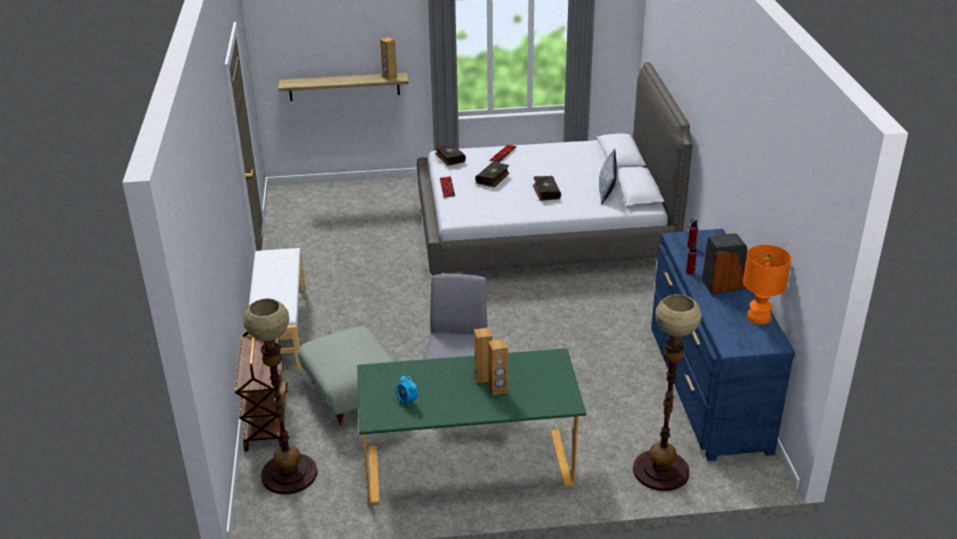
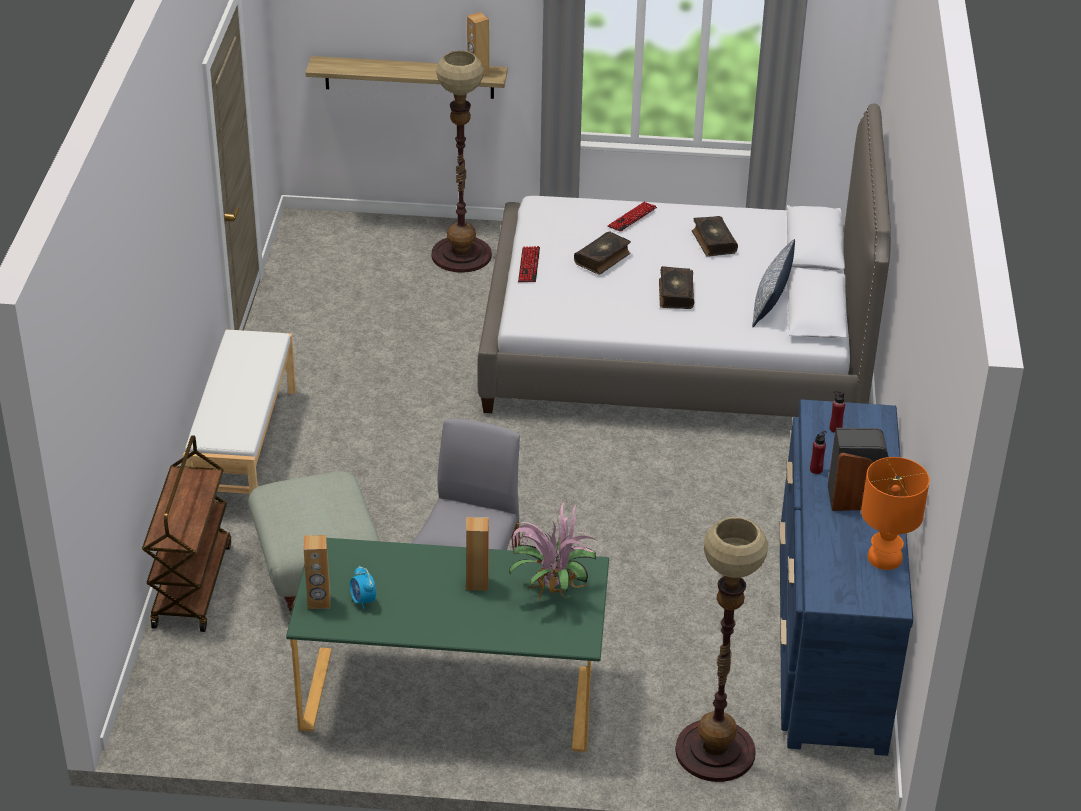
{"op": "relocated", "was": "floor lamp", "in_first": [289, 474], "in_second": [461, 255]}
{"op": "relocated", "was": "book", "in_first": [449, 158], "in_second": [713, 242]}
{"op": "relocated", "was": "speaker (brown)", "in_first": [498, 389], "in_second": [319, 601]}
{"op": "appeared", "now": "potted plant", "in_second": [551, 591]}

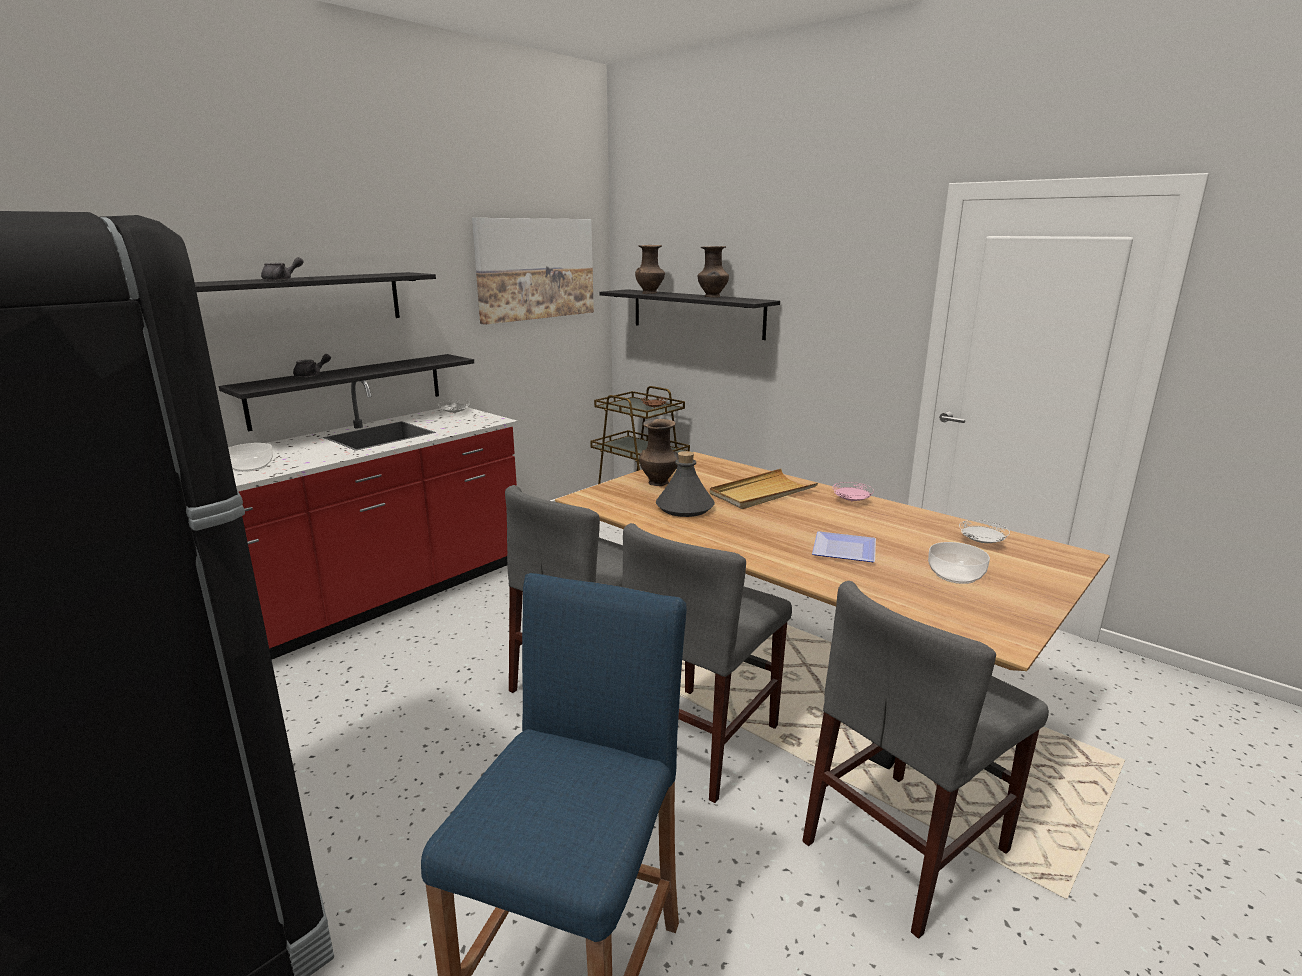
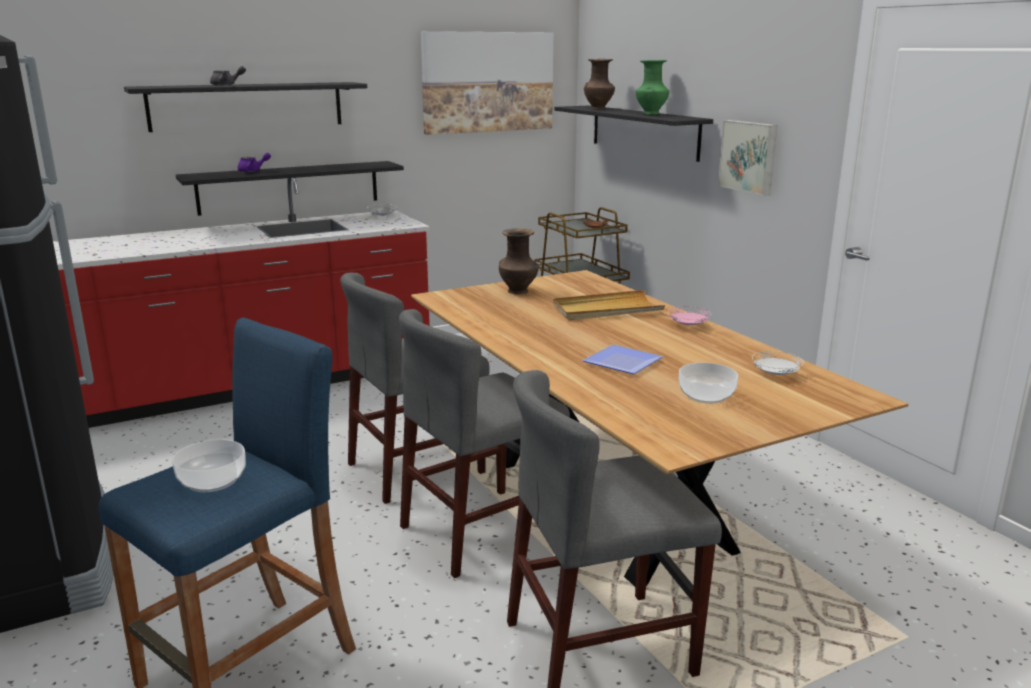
{"op": "relocated", "was": "bowl", "in_first": [250, 467], "in_second": [211, 480]}
{"op": "colour", "was": "teapot (grey)", "now": "teapot (purple)", "in_first": [312, 375], "in_second": [253, 171]}
{"op": "missing", "was": "bottle (grey)", "in_first": [684, 508]}
{"op": "colour", "was": "vase (brown)", "now": "vase (green)", "in_first": [712, 297], "in_second": [651, 114]}
{"op": "appeared", "now": "picture", "in_second": [749, 156]}

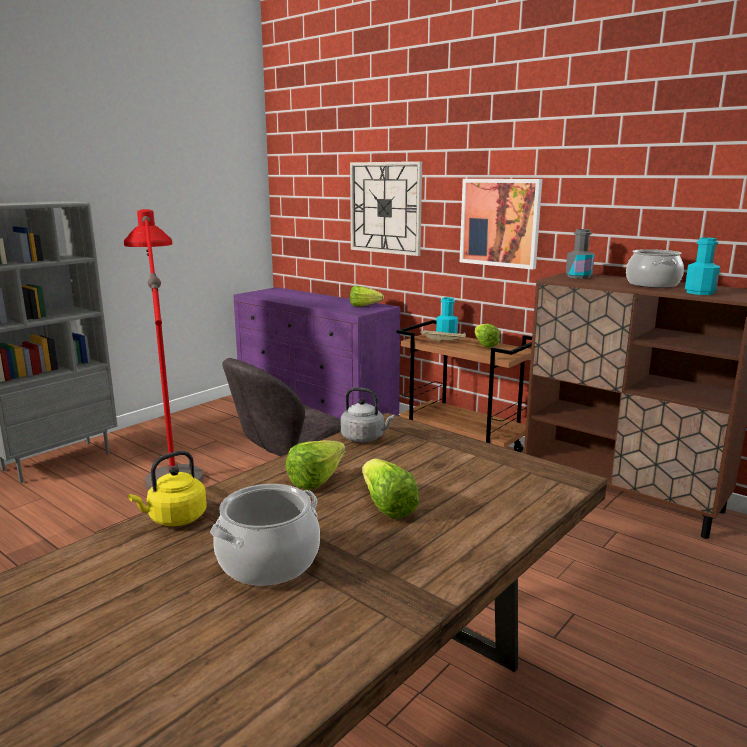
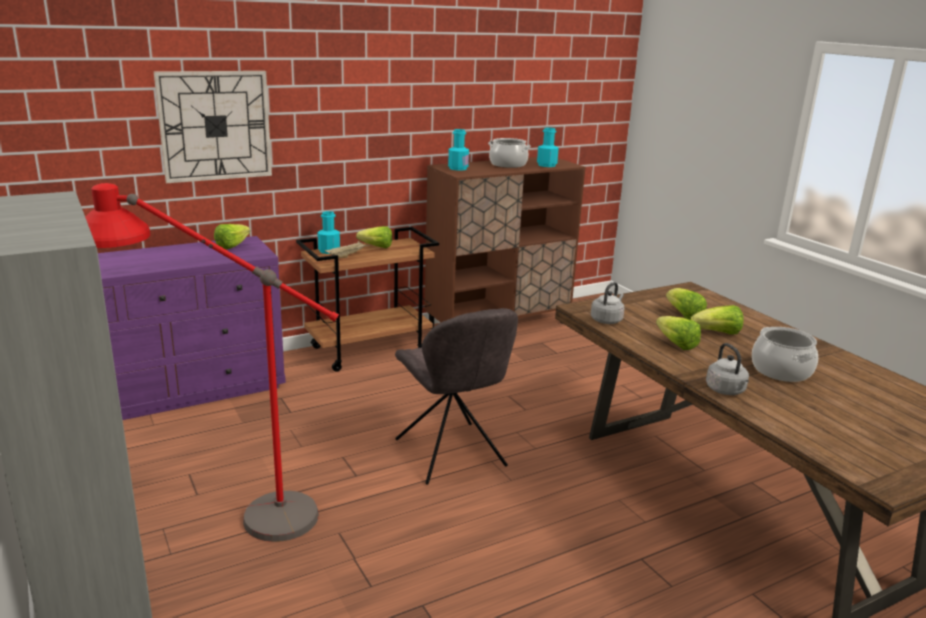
{"op": "colour", "was": "kettle (yellow)", "now": "kettle (grey)", "in_first": [175, 519], "in_second": [726, 391]}
{"op": "missing", "was": "picture", "in_first": [500, 222]}
{"op": "colour", "was": "bottle (grey)", "now": "bottle (turquoise)", "in_first": [578, 277], "in_second": [458, 168]}
{"op": "appeared", "now": "lettuce", "in_second": [683, 315]}

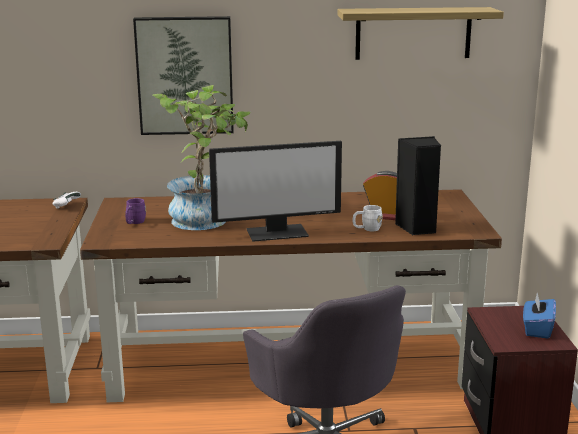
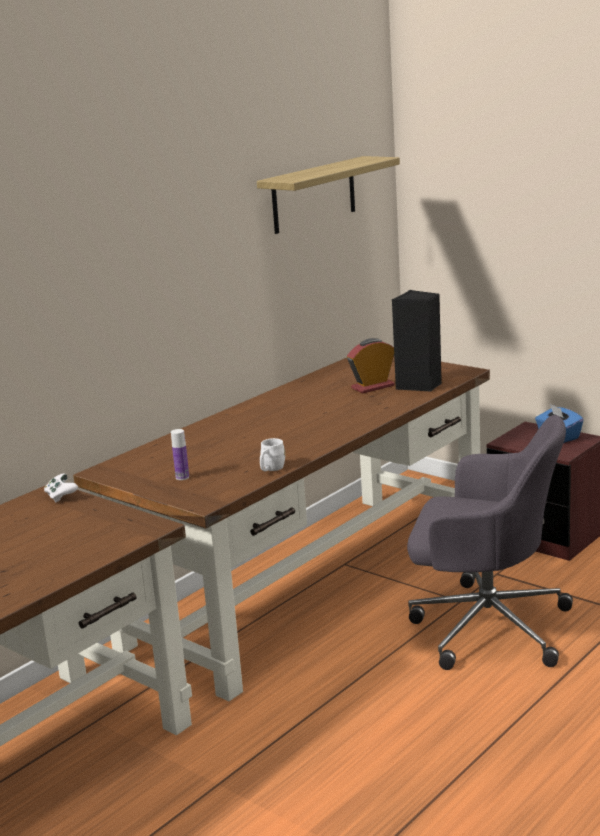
{"op": "exchanged", "was": "mug (purple)", "now": "bottle", "in_first": [134, 223], "in_second": [182, 477]}
{"op": "missing", "was": "picture", "in_first": [185, 75]}
{"op": "missing", "was": "potted plant", "in_first": [206, 218]}
{"op": "missing", "was": "monitor", "in_first": [277, 232]}
{"op": "relocated", "was": "mug (white)", "in_first": [367, 229], "in_second": [271, 469]}

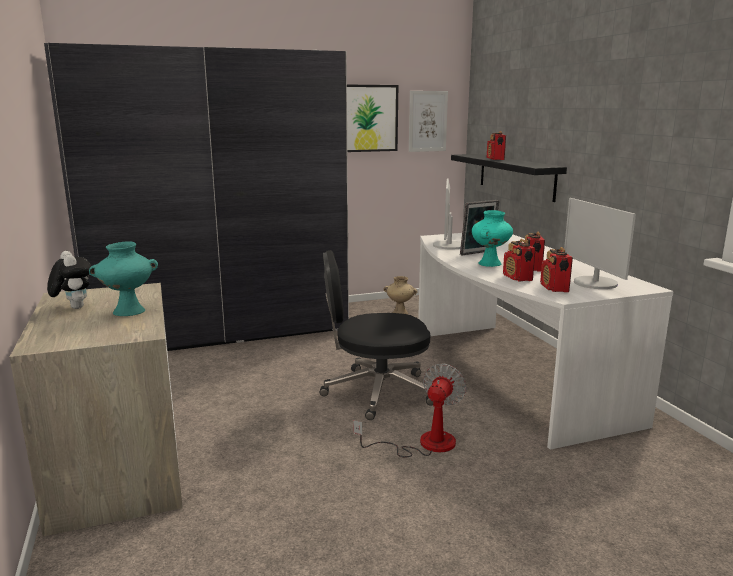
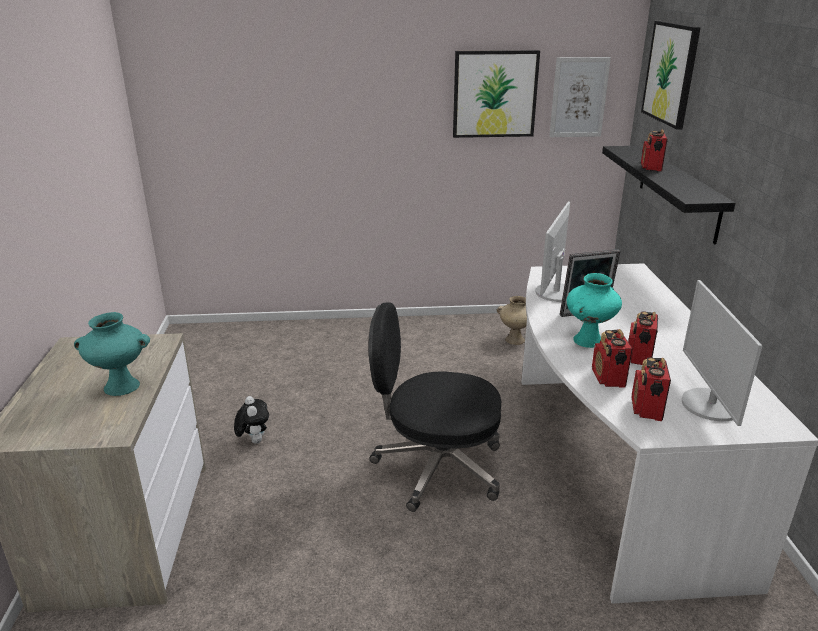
{"op": "missing", "was": "wardrobe (grey)", "in_first": [223, 331]}
{"op": "relocated", "was": "plush toy", "in_first": [73, 307], "in_second": [254, 440]}
{"op": "missing", "was": "fan", "in_first": [424, 444]}
{"op": "appeared", "now": "picture", "in_second": [671, 73]}

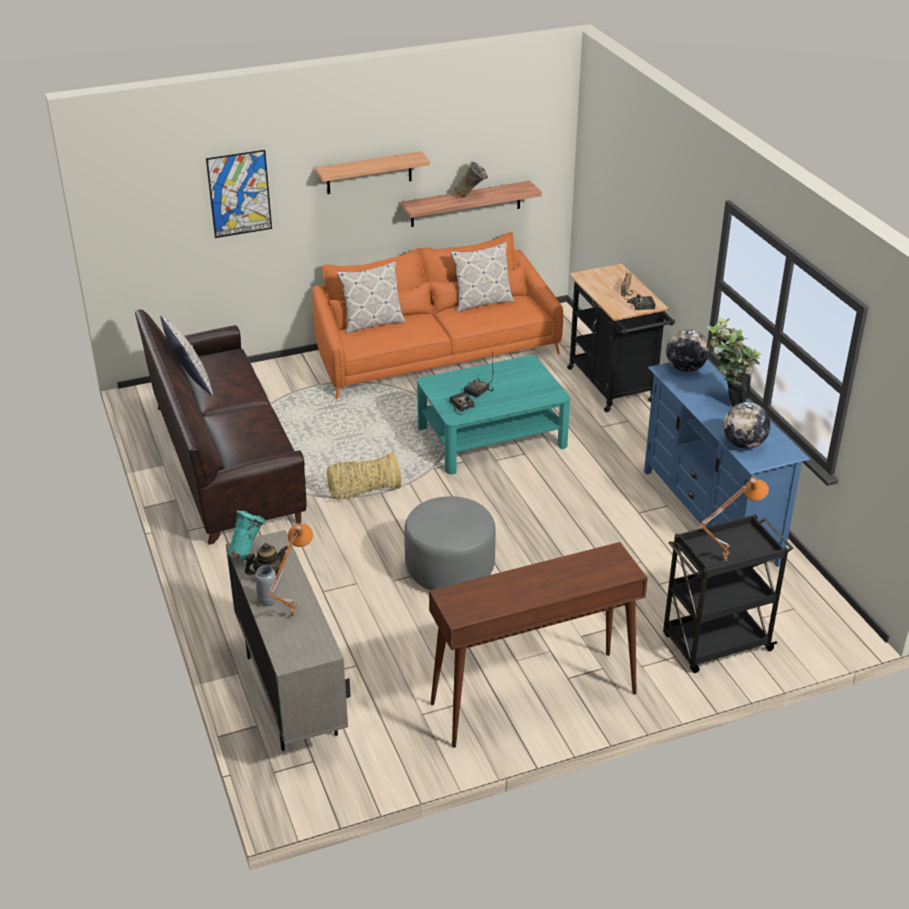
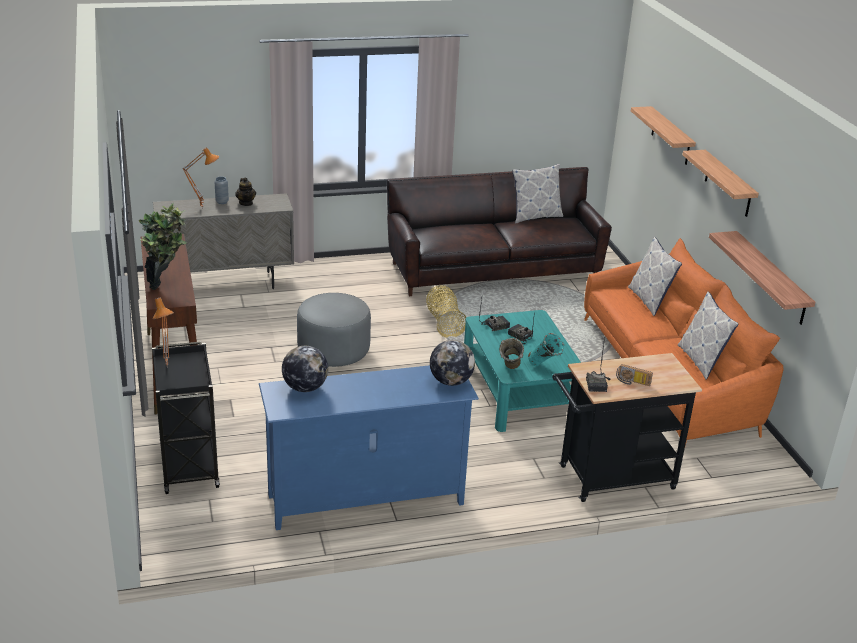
{"op": "exchanged", "was": "picture", "now": "shelf", "in_first": [239, 194], "in_second": [671, 136]}
{"op": "relocated", "was": "vase (turquoise)", "in_first": [248, 552], "in_second": [544, 368]}
{"op": "relocated", "was": "vase (beige)", "in_first": [471, 197], "in_second": [510, 372]}
{"op": "relocated", "was": "potted plant", "in_first": [725, 402], "in_second": [165, 282]}

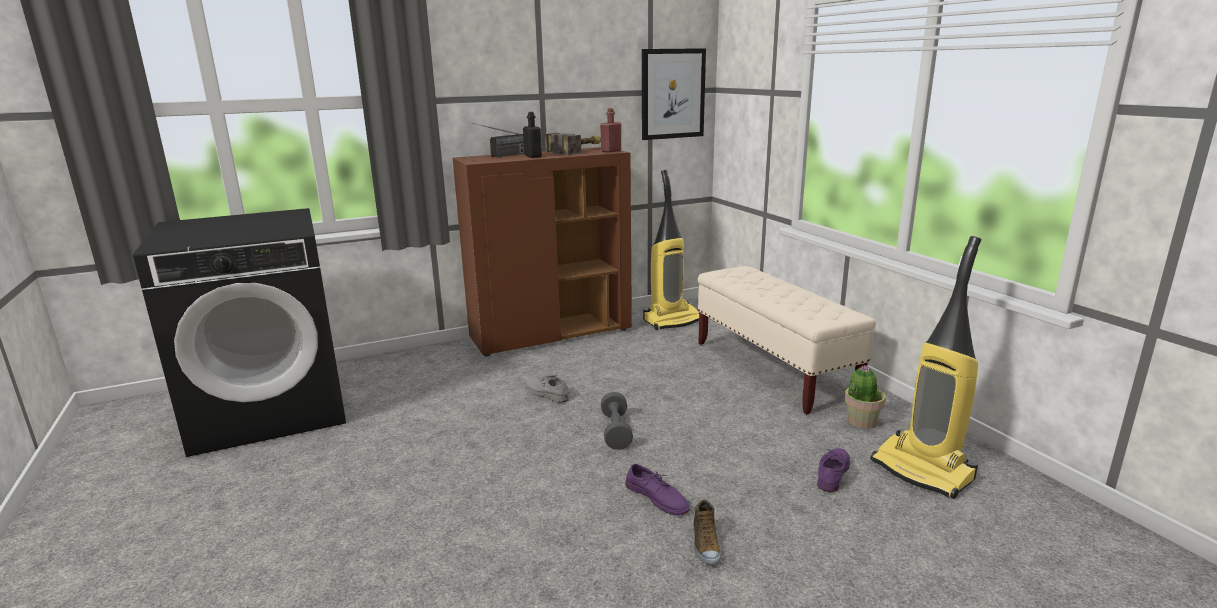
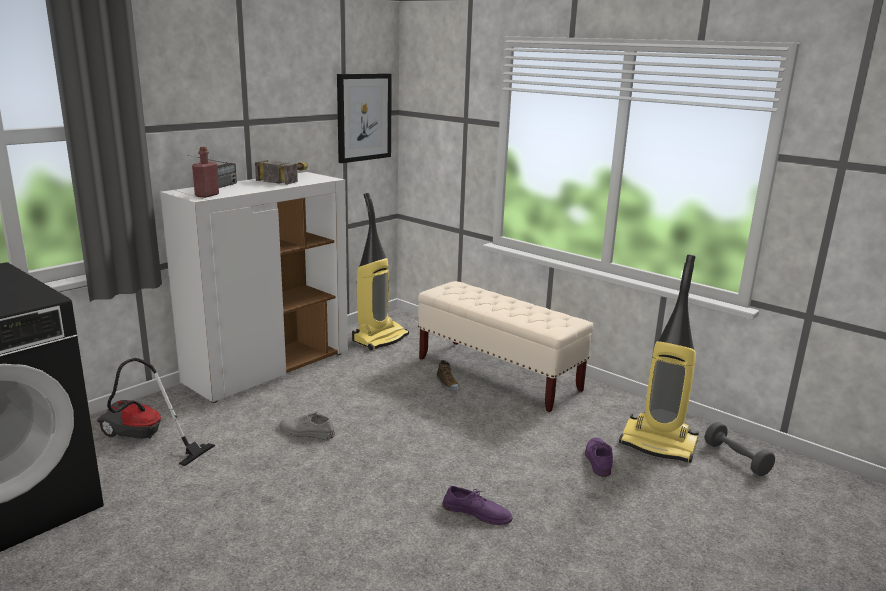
{"op": "colour", "was": "cabinet (brown)", "now": "cabinet (white)", "in_first": [551, 334], "in_second": [269, 368]}
{"op": "missing", "was": "bottle (black)", "in_first": [533, 156]}
{"op": "relocated", "was": "bottle (red)", "in_first": [611, 151], "in_second": [207, 195]}
{"op": "relocated", "was": "dumbbell (grey)", "in_first": [616, 431], "in_second": [736, 459]}
{"op": "relocated", "was": "shoe", "in_first": [705, 545], "in_second": [447, 385]}
{"op": "missing", "was": "potted plant", "in_first": [861, 421]}
{"op": "appeared", "now": "vacuum cleaner", "in_second": [143, 440]}

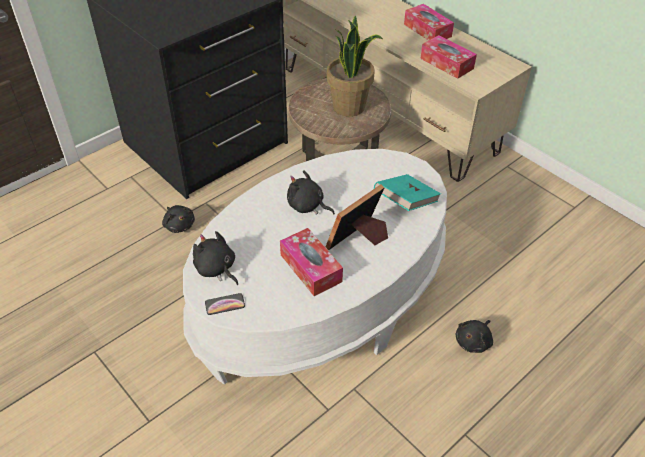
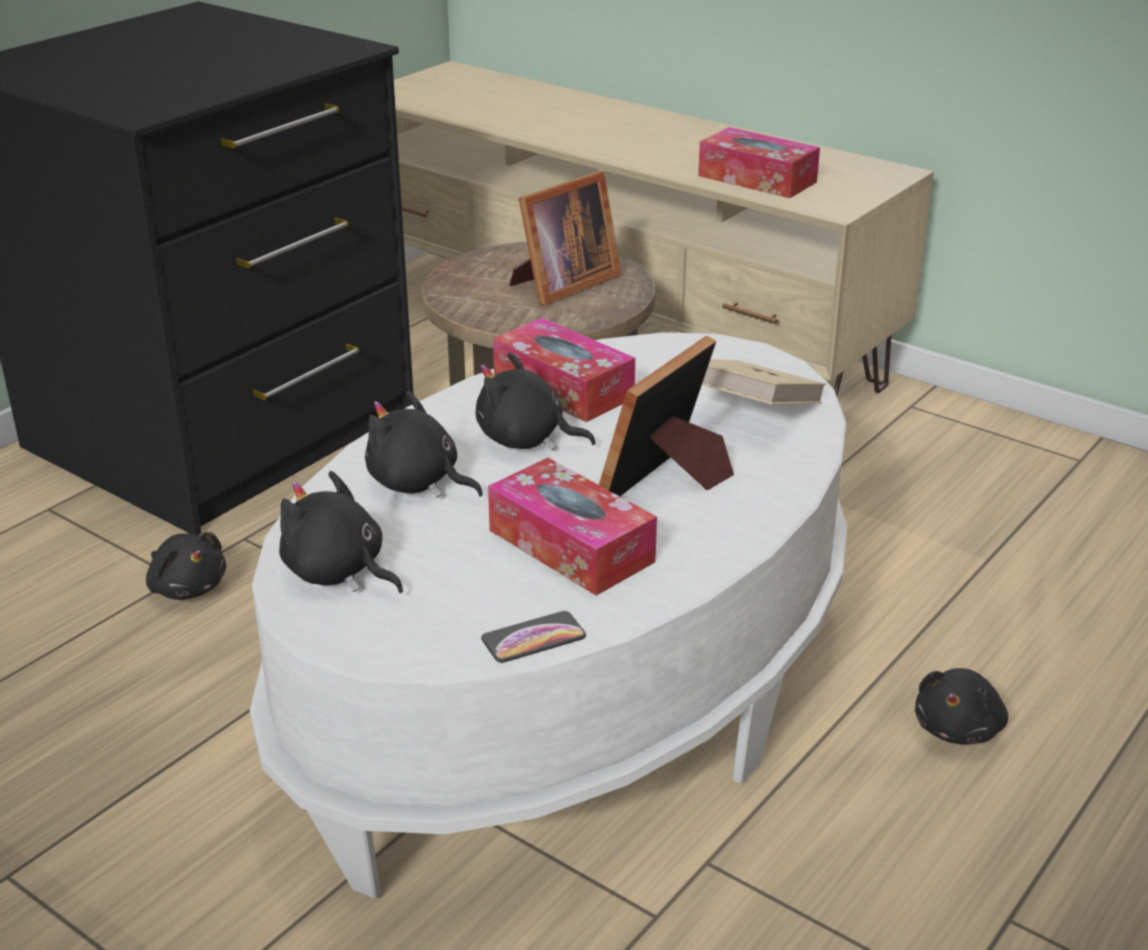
{"op": "relocated", "was": "phone", "in_first": [225, 304], "in_second": [533, 638]}
{"op": "exchanged", "was": "potted plant", "now": "picture frame", "in_first": [349, 107], "in_second": [561, 285]}
{"op": "colour", "was": "book (turquoise)", "now": "book (beige)", "in_first": [405, 202], "in_second": [750, 412]}
{"op": "relocated", "was": "tissue box", "in_first": [427, 30], "in_second": [563, 388]}
{"op": "appeared", "now": "plush toy (black)", "in_second": [418, 483]}

